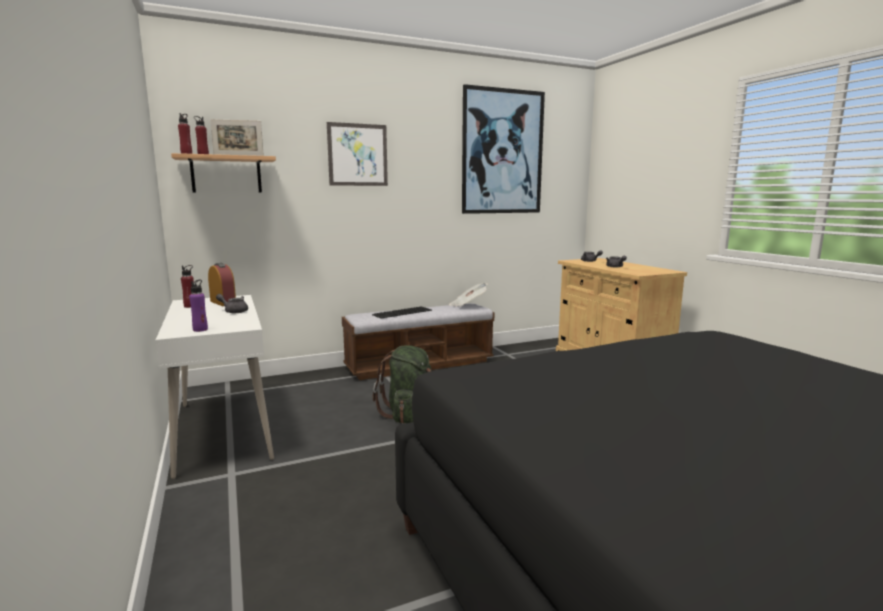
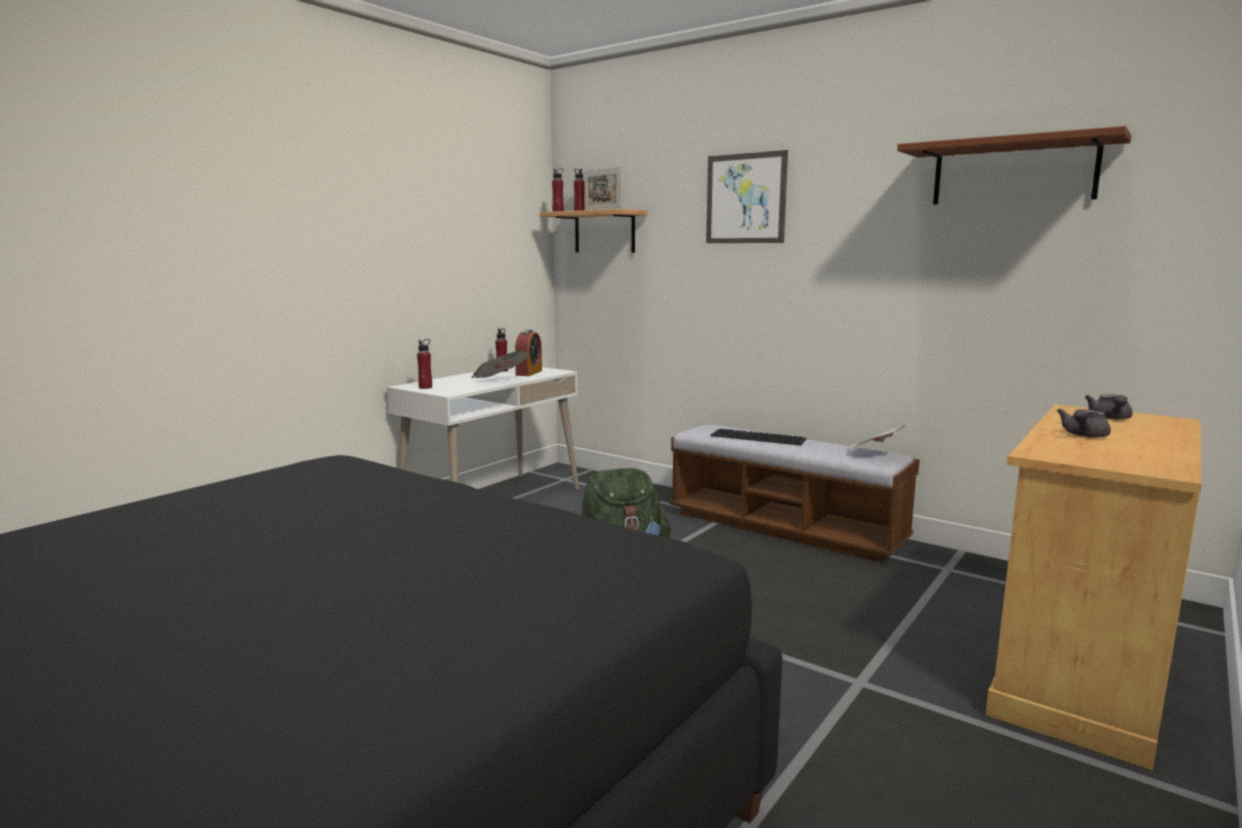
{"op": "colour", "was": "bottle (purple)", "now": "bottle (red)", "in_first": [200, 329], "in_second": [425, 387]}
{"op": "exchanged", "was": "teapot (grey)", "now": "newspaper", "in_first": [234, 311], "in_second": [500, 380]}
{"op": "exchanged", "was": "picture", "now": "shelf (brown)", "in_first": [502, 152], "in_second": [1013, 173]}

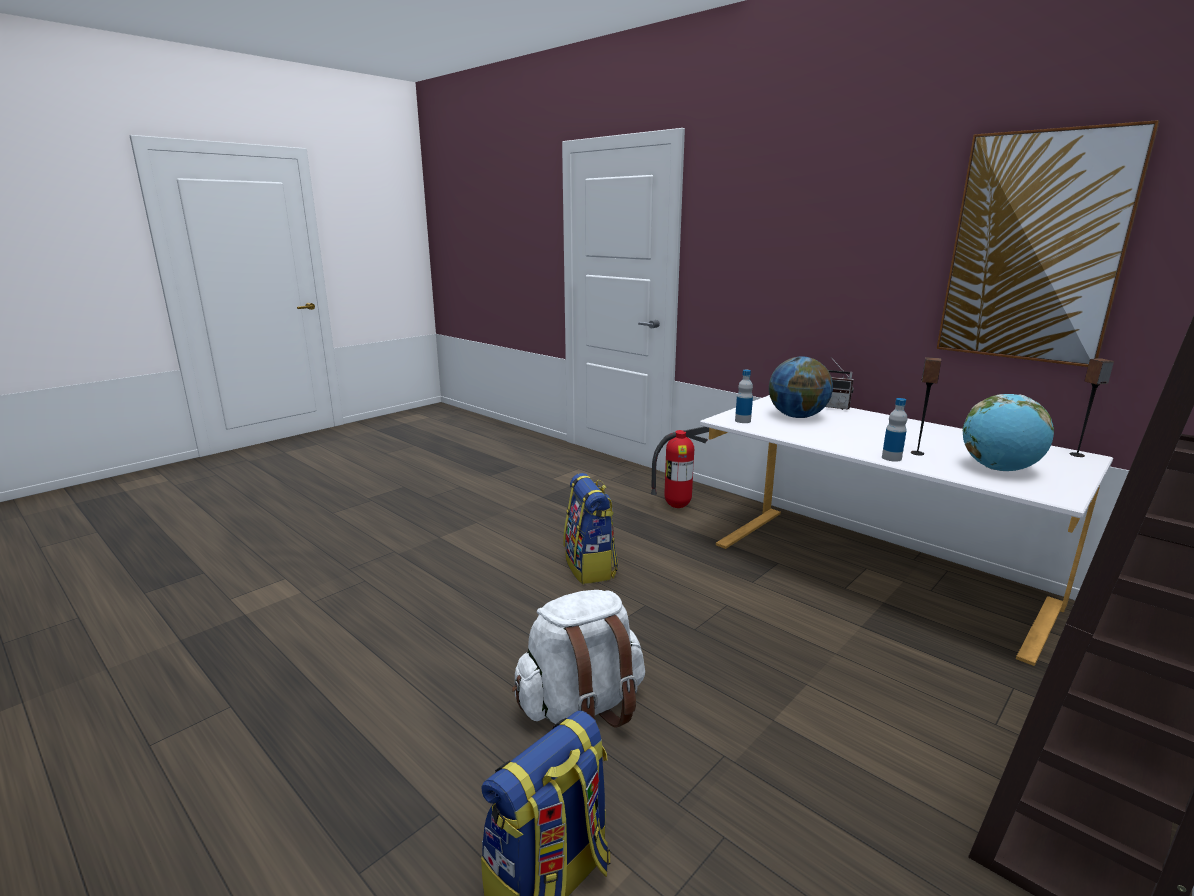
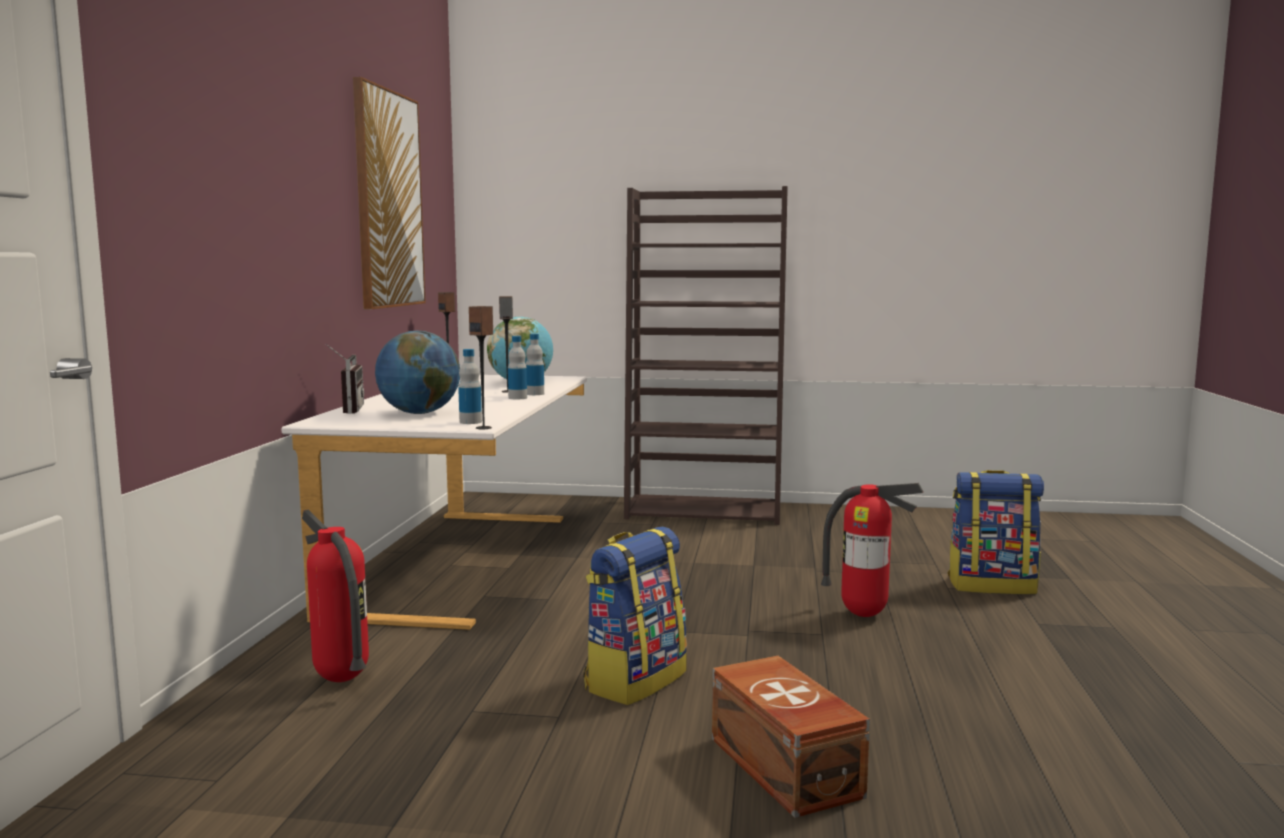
{"op": "exchanged", "was": "backpack (white)", "now": "fire extinguisher", "in_first": [582, 707], "in_second": [864, 615]}
{"op": "appeared", "now": "speaker", "in_second": [484, 428]}
{"op": "appeared", "now": "bottle", "in_second": [517, 398]}
{"op": "appeared", "now": "storage box (brown)", "in_second": [783, 768]}

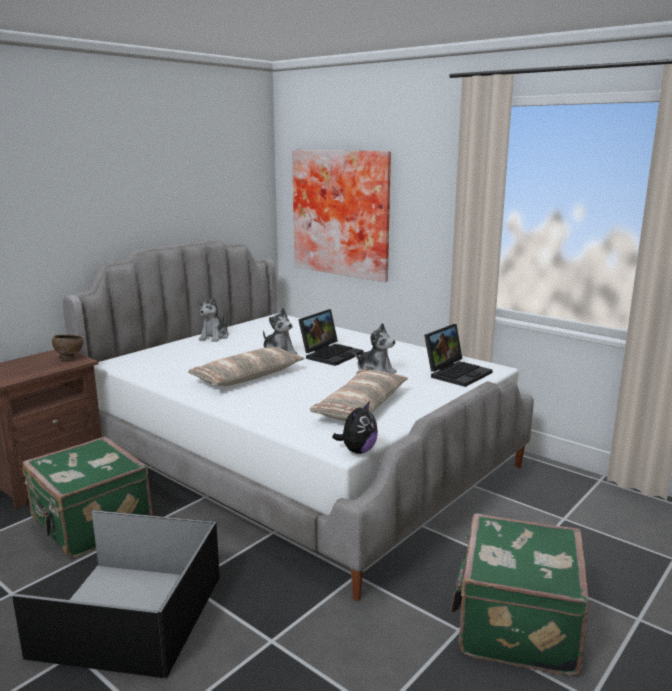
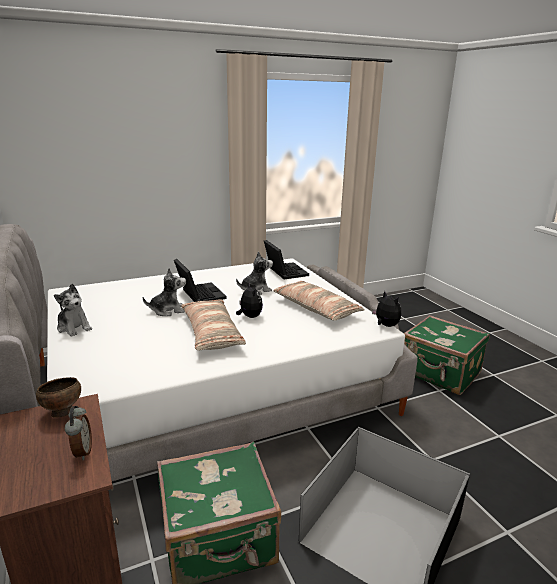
{"op": "missing", "was": "picture", "in_first": [343, 213]}
{"op": "appeared", "now": "alarm clock", "in_second": [81, 452]}
{"op": "appeared", "now": "plush toy", "in_second": [249, 316]}

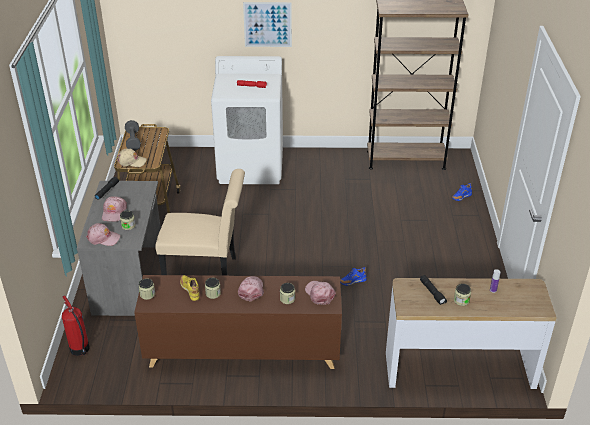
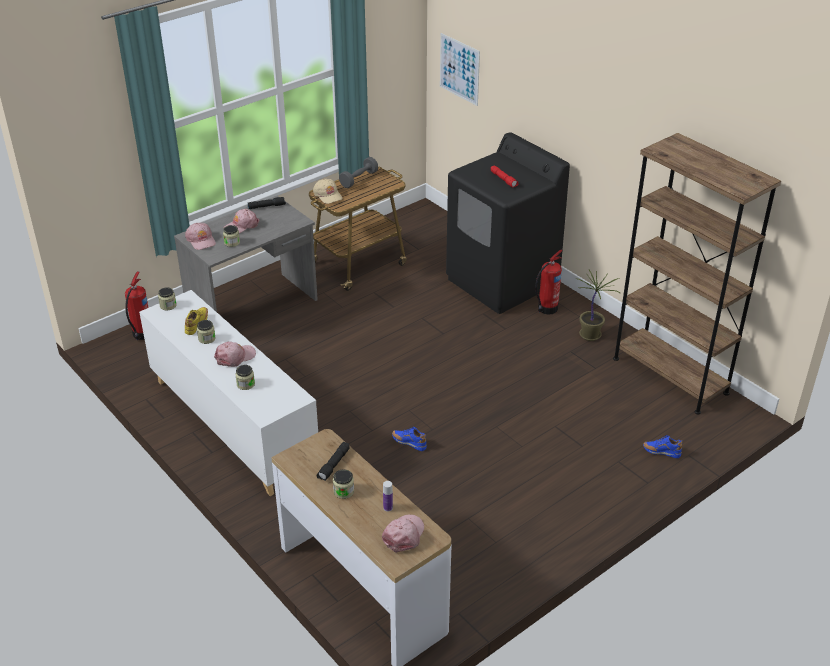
{"op": "colour", "was": "cabinet (brown)", "now": "cabinet (white)", "in_first": [242, 351], "in_second": [232, 424]}
{"op": "missing", "was": "chair (beige)", "in_first": [206, 273]}
{"op": "colour", "was": "washing machine (white)", "now": "washing machine (black)", "in_first": [251, 166], "in_second": [502, 282]}
{"op": "relocated", "was": "picture", "in_first": [267, 24], "in_second": [459, 69]}
{"op": "relocated", "was": "cap (pink)", "in_first": [319, 294], "in_second": [404, 535]}
{"op": "appeared", "now": "fire extinguisher", "in_second": [546, 309]}
{"op": "appeared", "now": "potted plant", "in_second": [591, 335]}

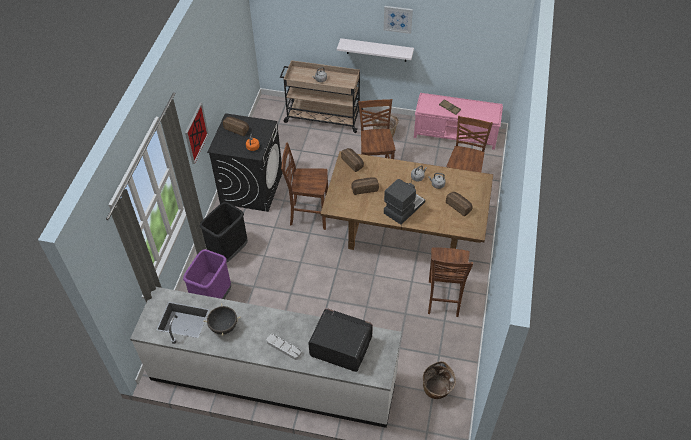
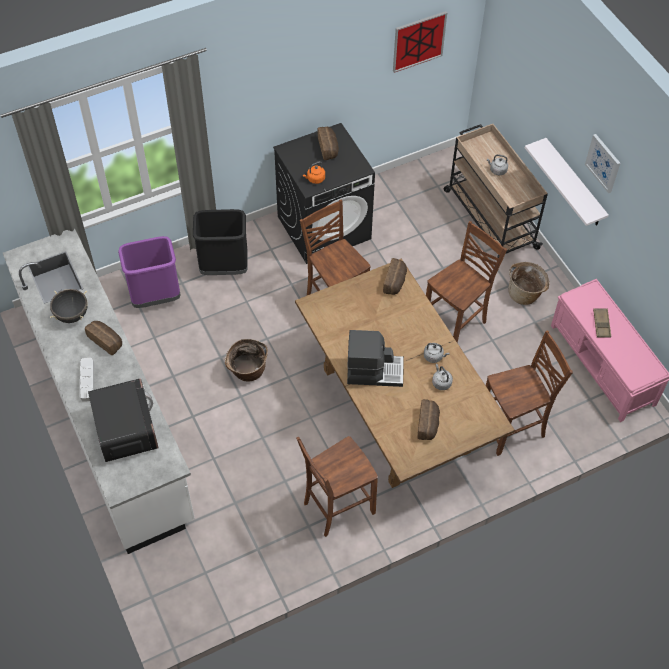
{"op": "relocated", "was": "picture", "in_first": [196, 133], "in_second": [418, 41]}
{"op": "relocated", "was": "bread", "in_first": [364, 188], "in_second": [106, 340]}
{"op": "relocated", "was": "basket", "in_first": [437, 390], "in_second": [247, 371]}

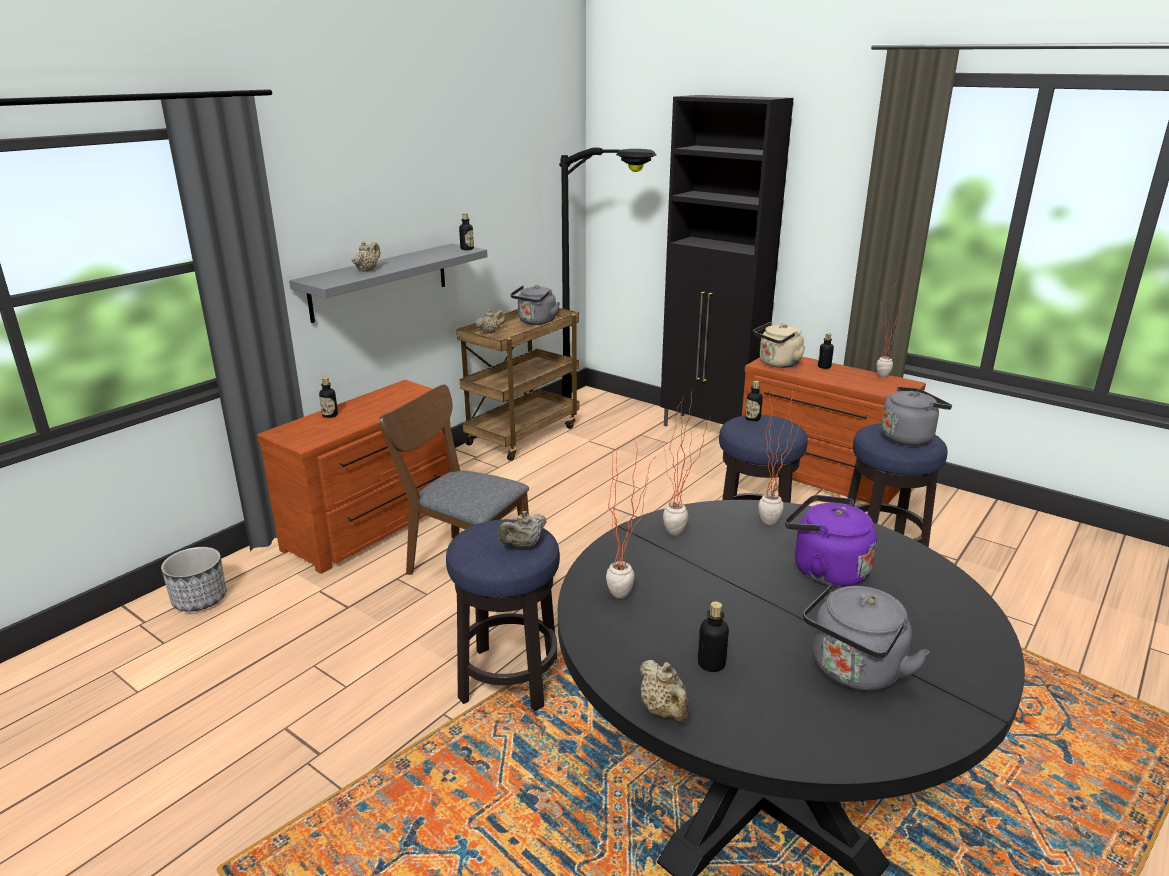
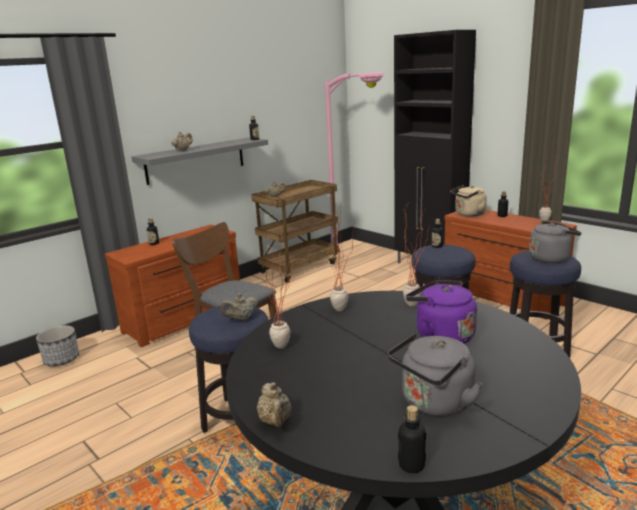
{"op": "missing", "was": "kettle (grey)", "in_first": [536, 322]}
{"op": "colour", "was": "floor lamp (black)", "now": "floor lamp (pink)", "in_first": [611, 418], "in_second": [362, 258]}
{"op": "relocated", "was": "bottle", "in_first": [711, 664], "in_second": [411, 465]}

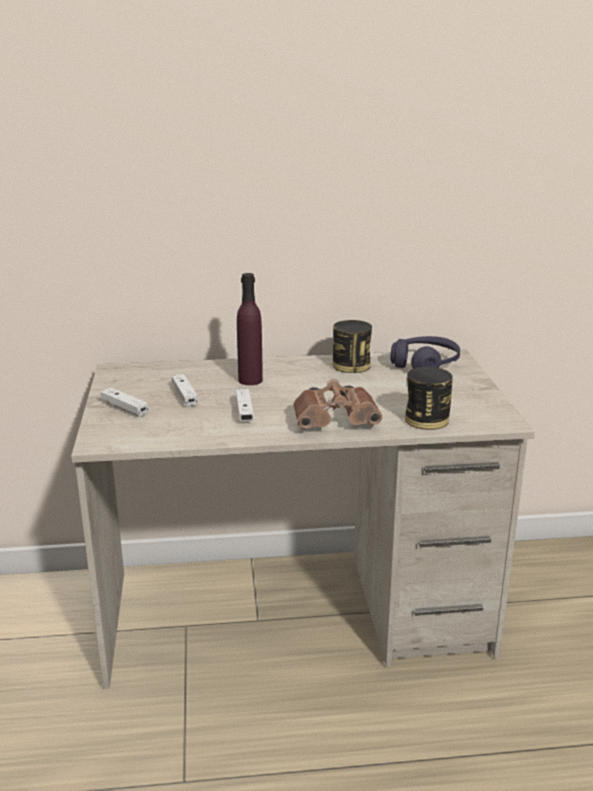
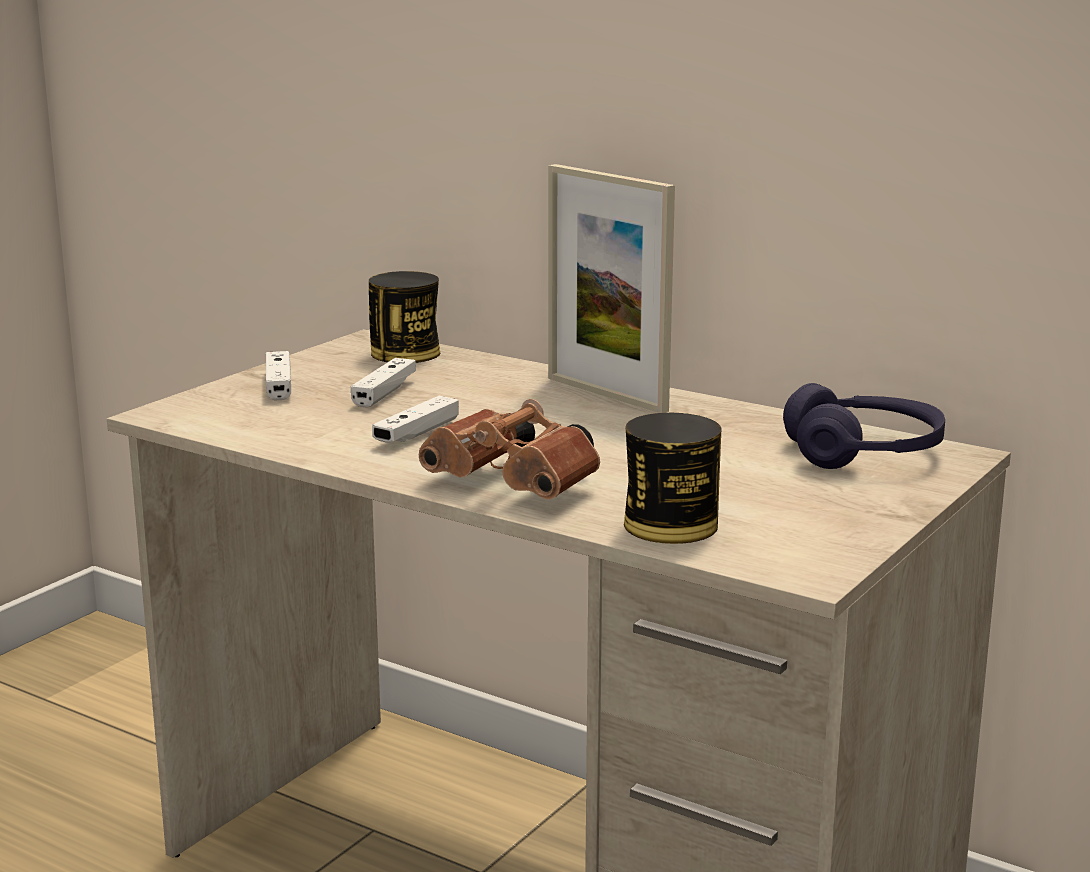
{"op": "missing", "was": "bottle (purple)", "in_first": [250, 380]}
{"op": "relocated", "was": "can", "in_first": [351, 365], "in_second": [405, 353]}
{"op": "appeared", "now": "picture frame", "in_second": [606, 394]}

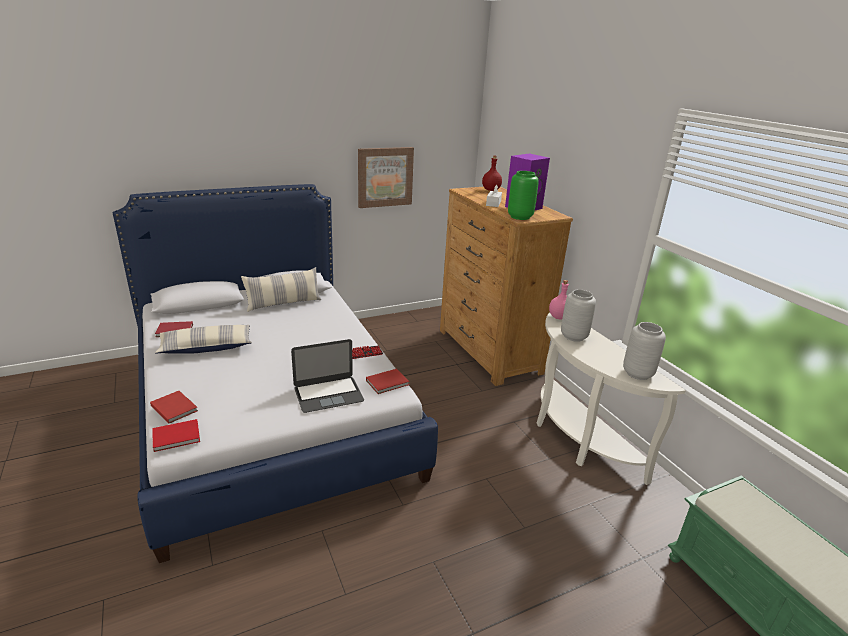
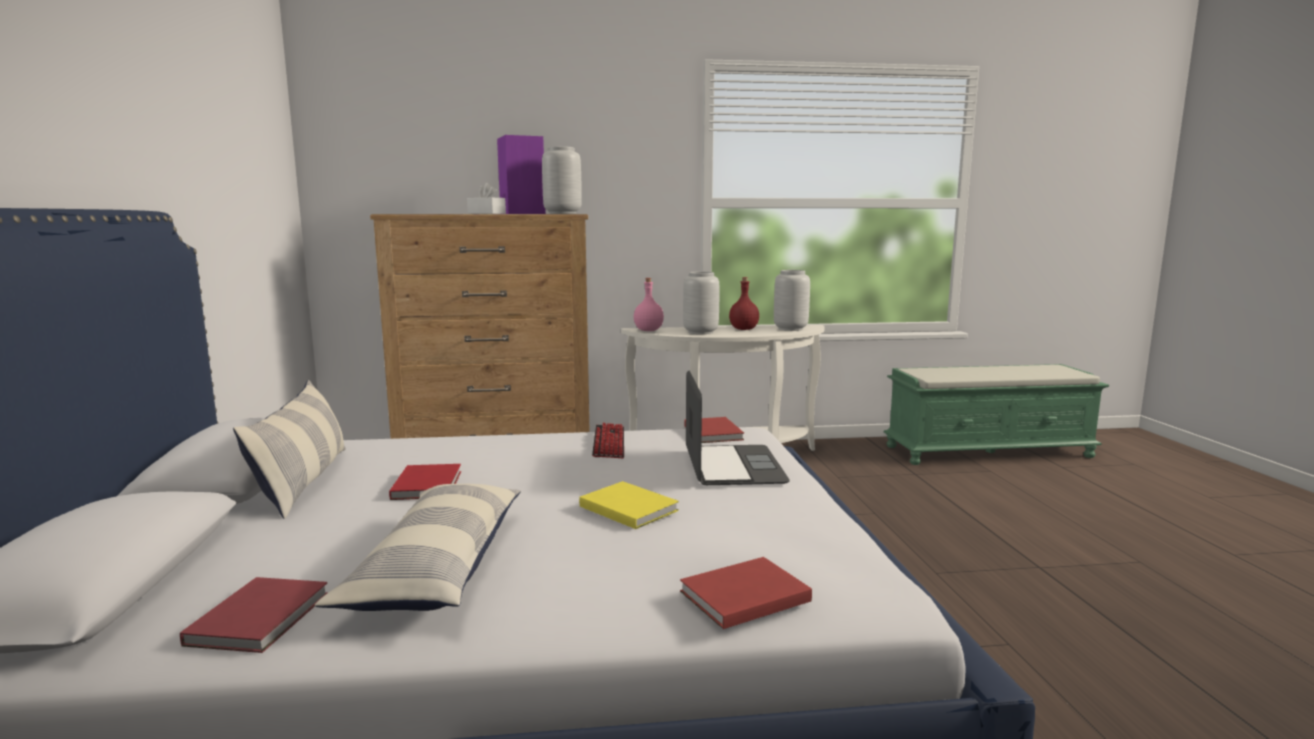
{"op": "relocated", "was": "book (red)", "in_first": [178, 437], "in_second": [429, 484]}
{"op": "missing", "was": "picture", "in_first": [385, 177]}
{"op": "relocated", "was": "bottle (red)", "in_first": [491, 190], "in_second": [743, 329]}
{"op": "colour", "was": "vase (green)", "now": "vase (grey)", "in_first": [520, 217], "in_second": [562, 213]}
{"op": "appeared", "now": "book (yellow)", "in_second": [628, 507]}

